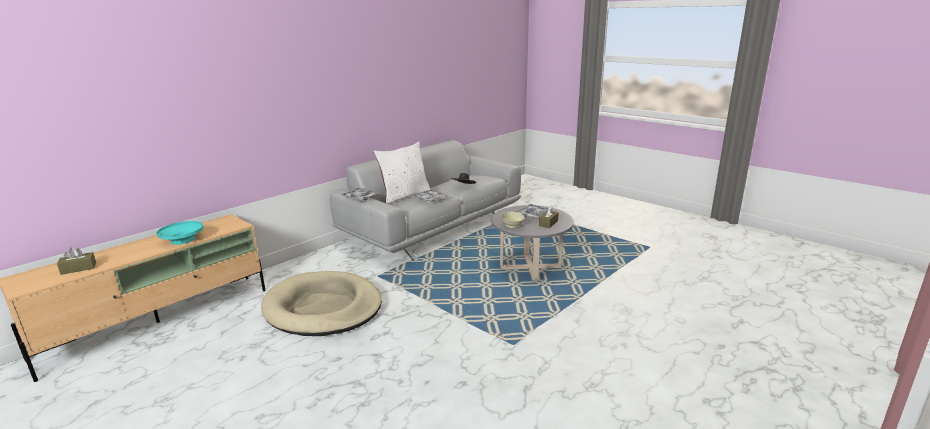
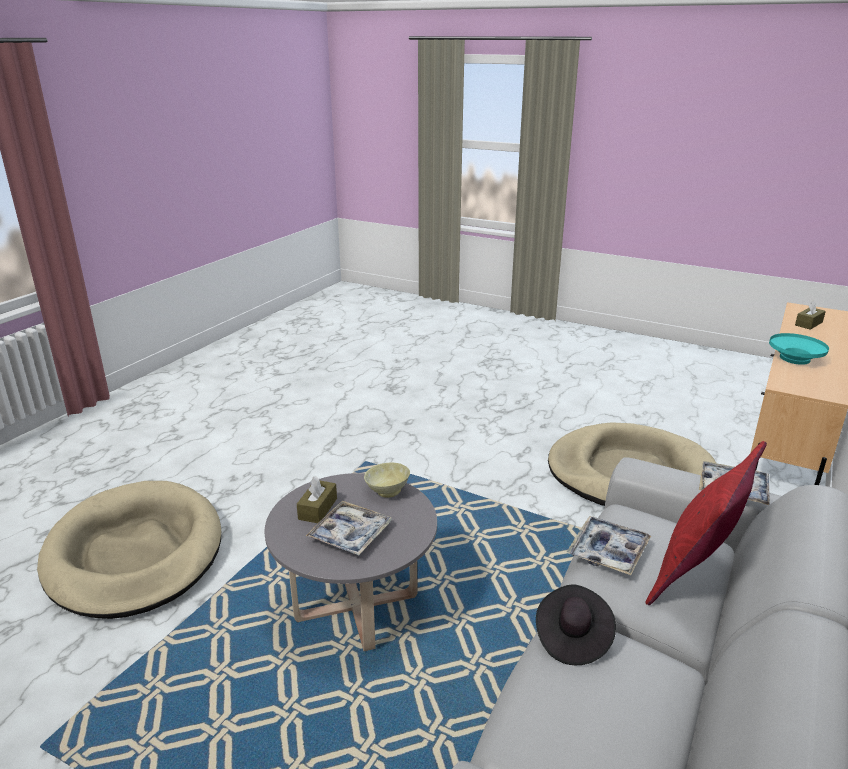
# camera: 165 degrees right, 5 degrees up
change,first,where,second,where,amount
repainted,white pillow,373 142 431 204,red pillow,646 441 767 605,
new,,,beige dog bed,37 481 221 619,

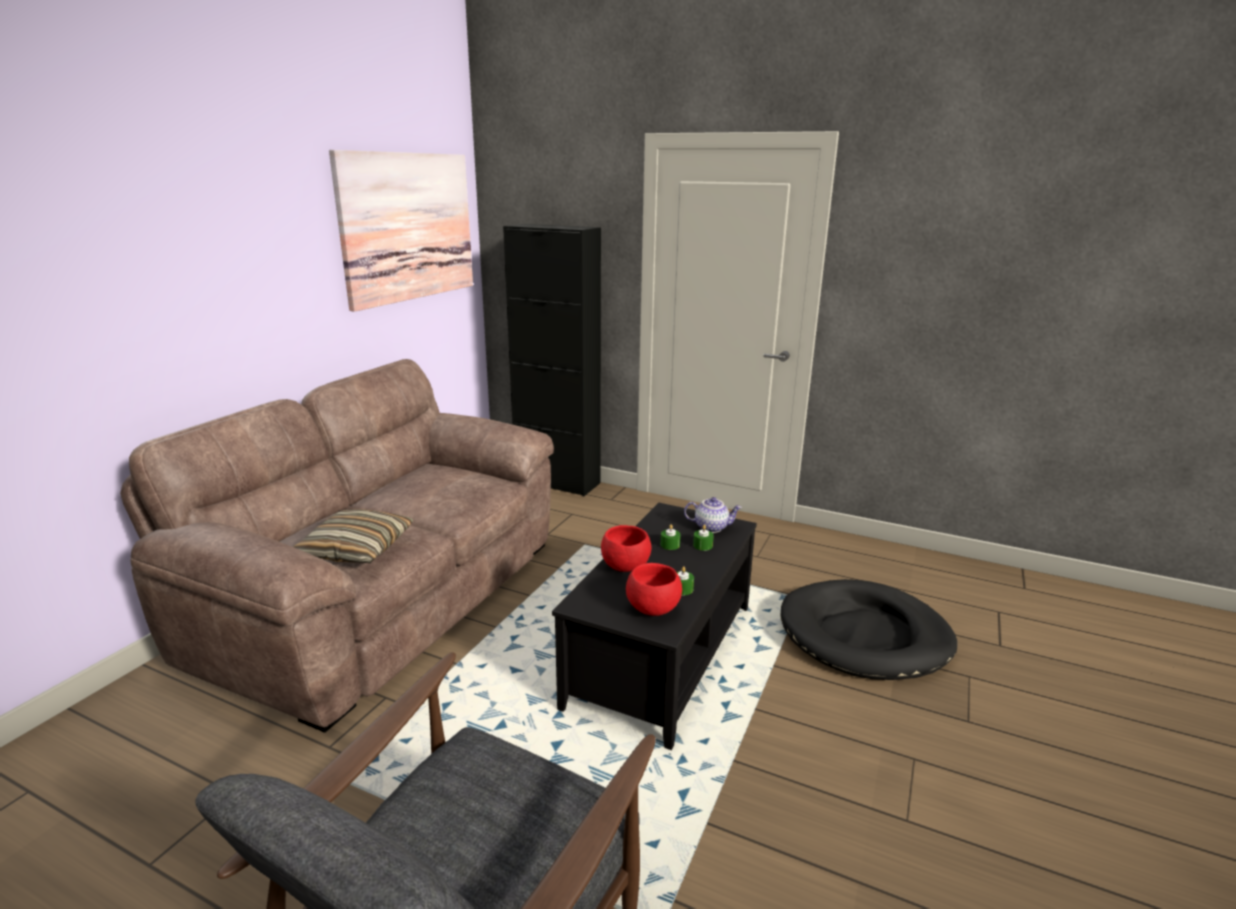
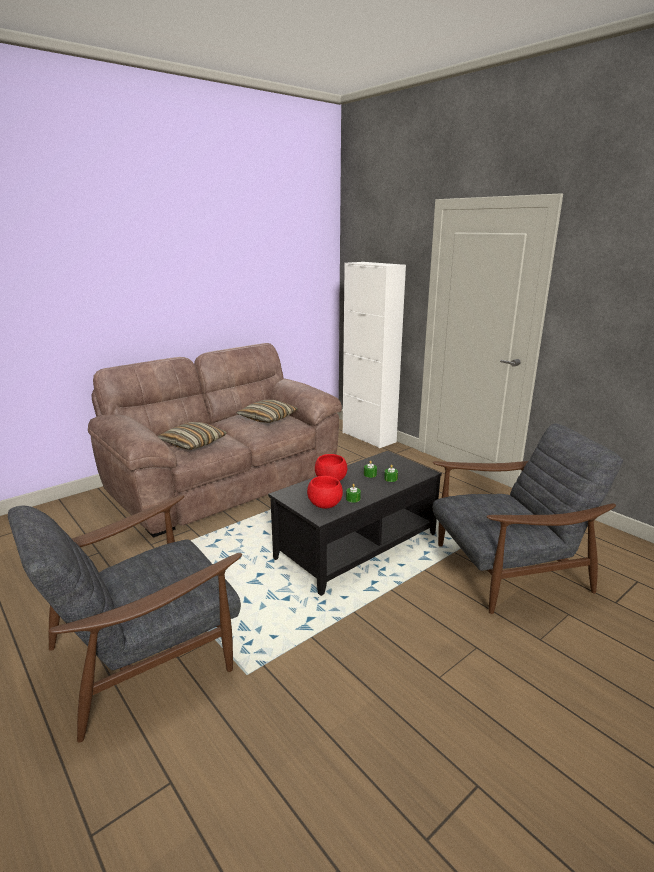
# camera: 25 degrees right, 0 degrees up
change,first,where,second,where,amount
gone,picture,329 150 473 312,,,
repainted,black cabinet,503 224 601 497,white cabinet,343 262 406 448,
gone,teapot,684 497 742 533,,,
swapped,black dog bed,780 579 957 680,grey armchair,433 424 623 614,
new,,,pillow,236 400 298 423,

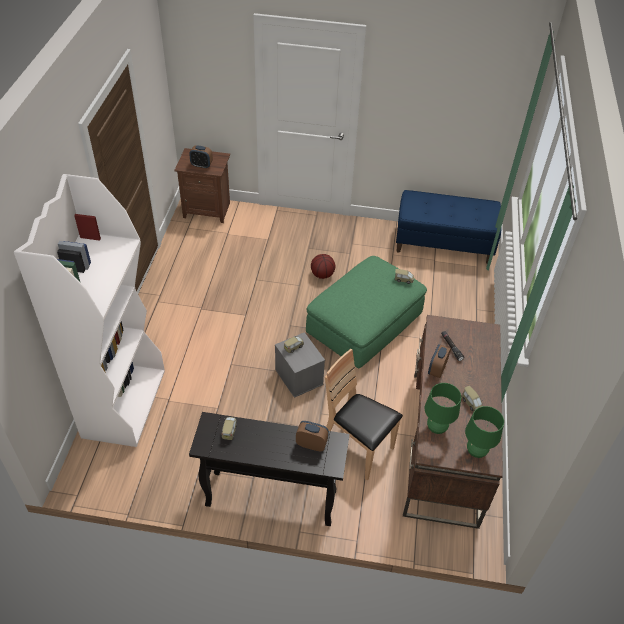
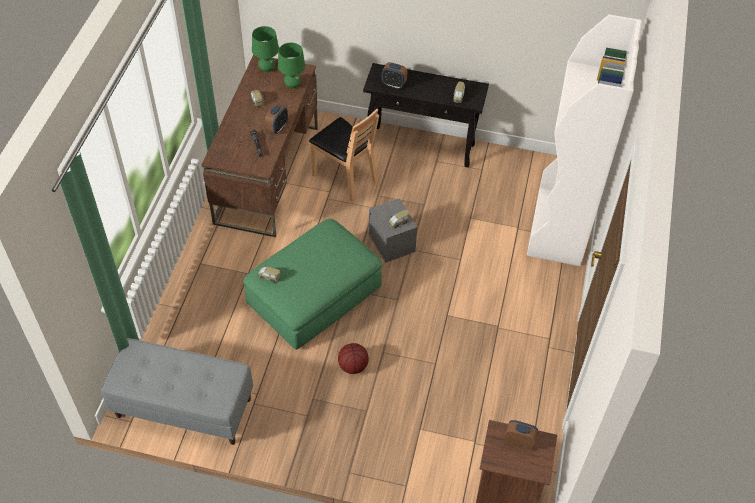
# camera: 175 degrees left, 5 degrees up
change,first,where,second,where,amount
repainted,blue bench,396 190 502 264,grey bench,101 338 253 445,

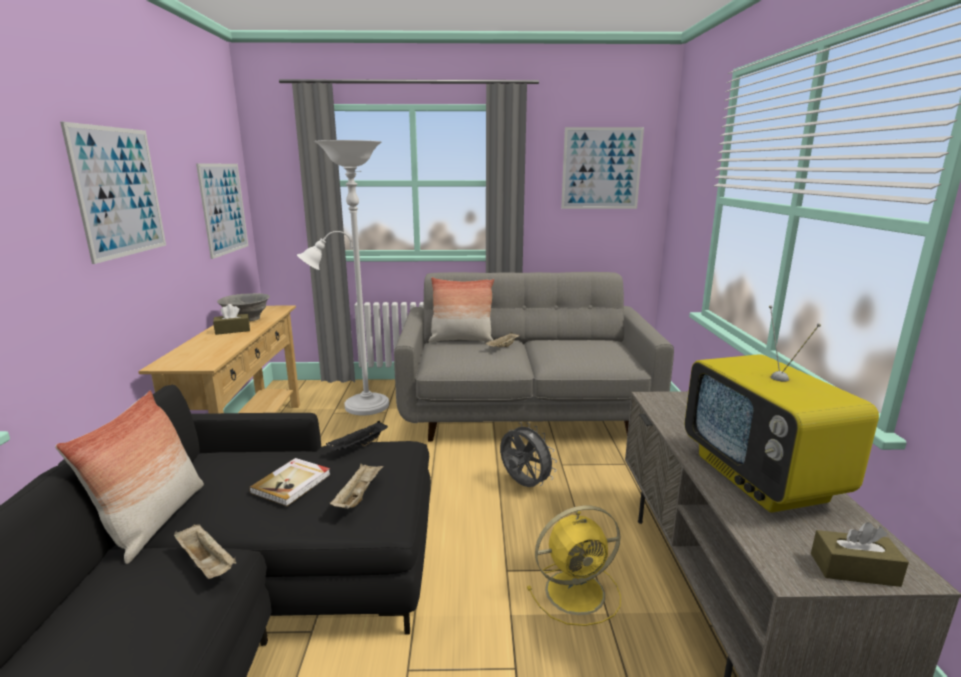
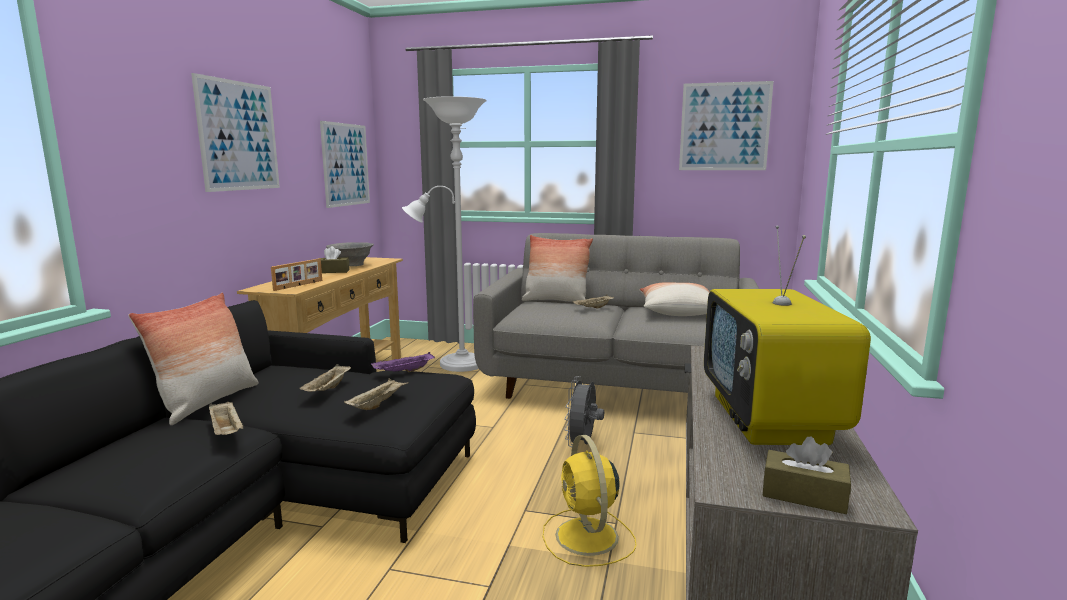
# camera: 15 degrees right, 5 degrees down
change,first,where,second,where,amount
repainted,black tray,326 421 388 451,purple tray,371 352 435 372,
rotated,grey fan,500 422 557 487,,564 376 604 447,135 degrees counterclockwise
swapped,book,249 458 331 506,beige tray,300 364 351 391,
rotated,yellow fan,527 505 621 626,,543 435 637 567,75 degrees clockwise
new,,,picture frame,271 259 322 291,
new,,,pillow,639 282 709 316,

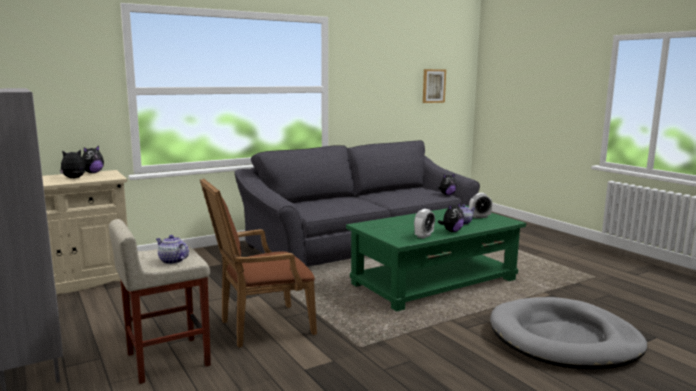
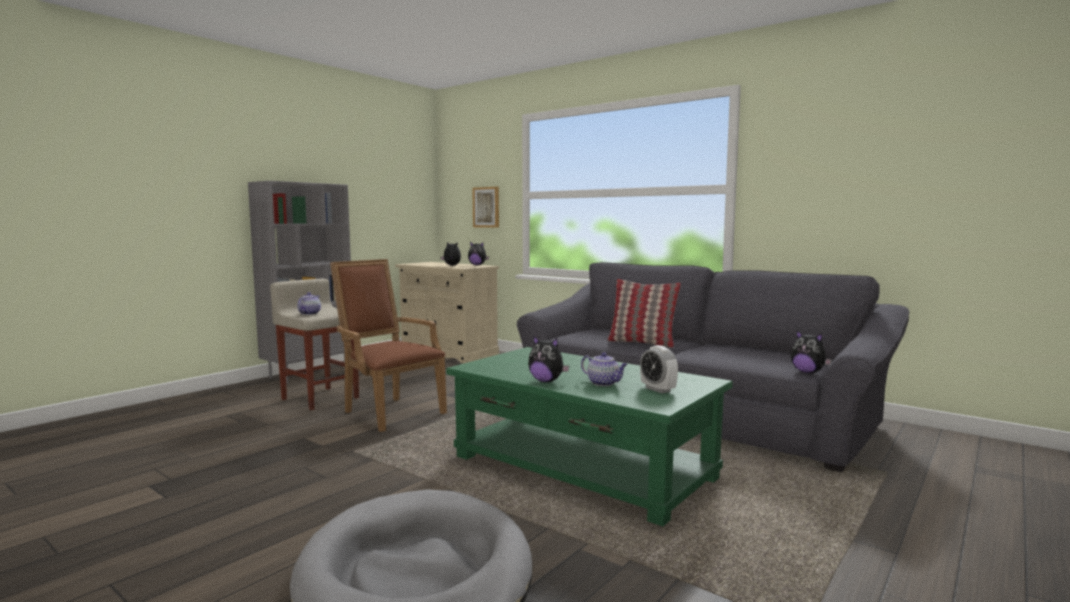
# camera: 70 degrees right, 5 degrees down
change,first,where,second,where,amount
shifted,picture,423 69 446 103,,472 187 499 228,
gone,alarm clock,414 209 435 239,,,
new,,,pillow,607 279 681 348,

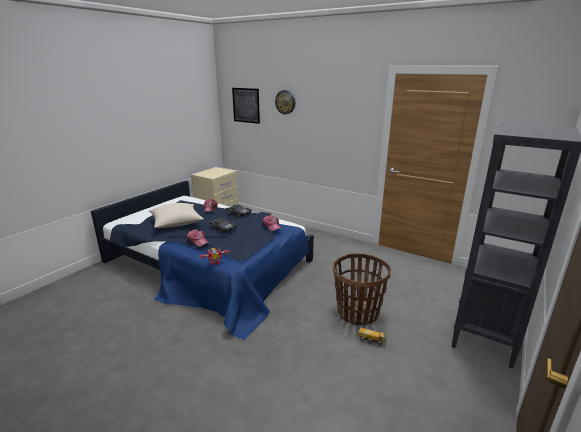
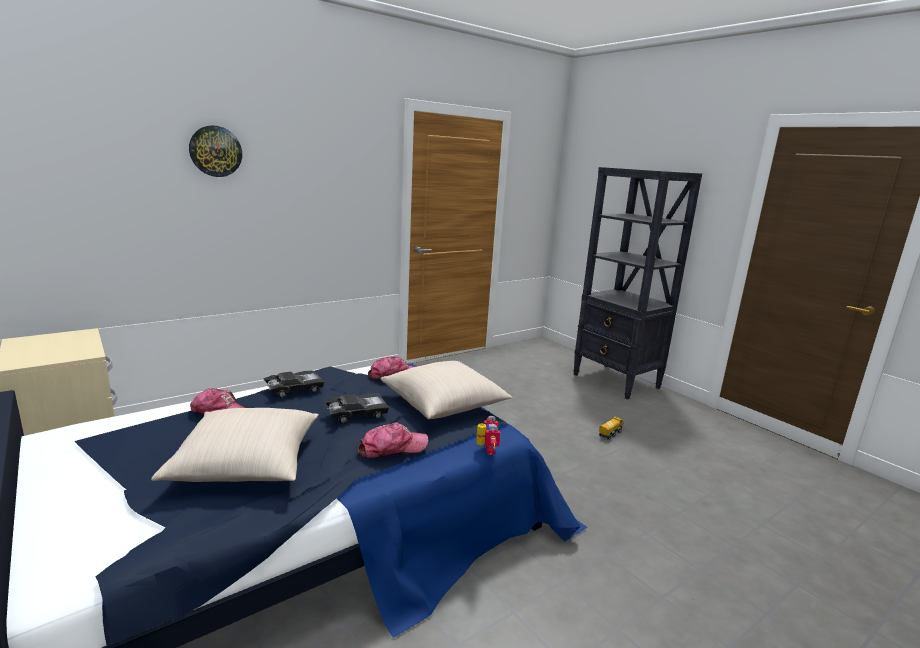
# camera: 70 degrees left, 5 degrees down
change,first,where,second,where,amount
gone,picture,232 88 260 124,,,
gone,basket,333 253 391 325,,,
new,,,beige pillow,381 361 513 420,

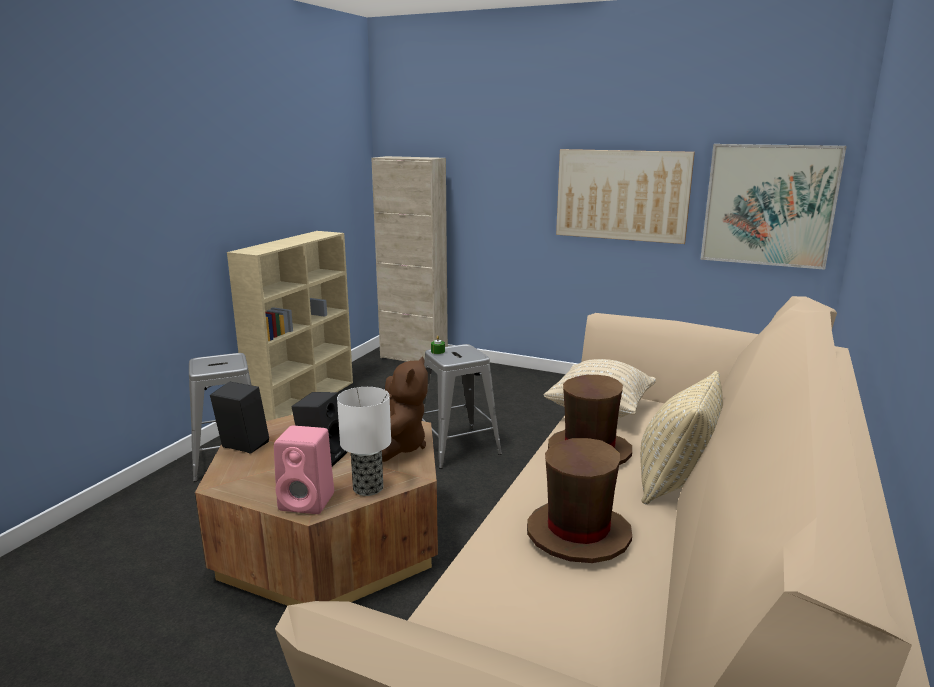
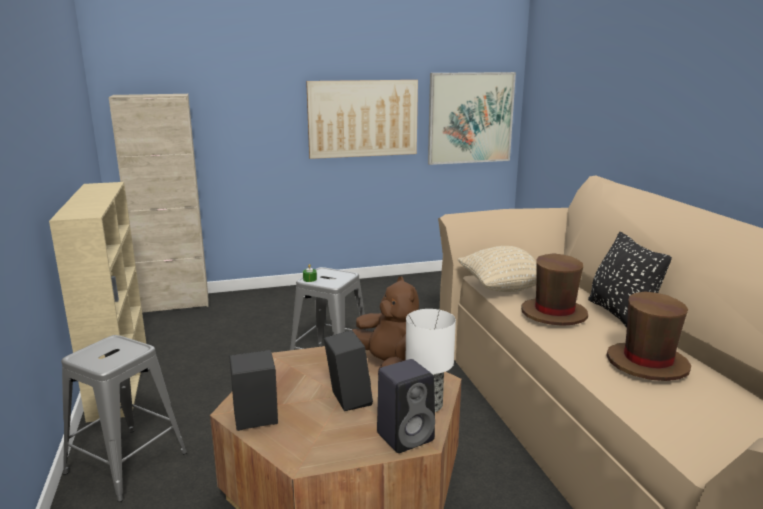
# camera: 40 degrees left, 0 degrees up
change,first,where,second,where,amount
repainted,beige pillow,640 371 723 505,black pillow,588 232 672 328,
repainted,pink speaker,274 426 334 514,black speaker,377 359 435 453,

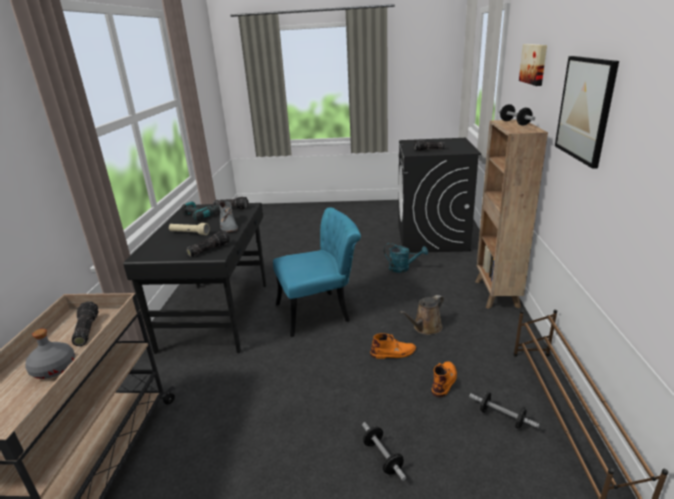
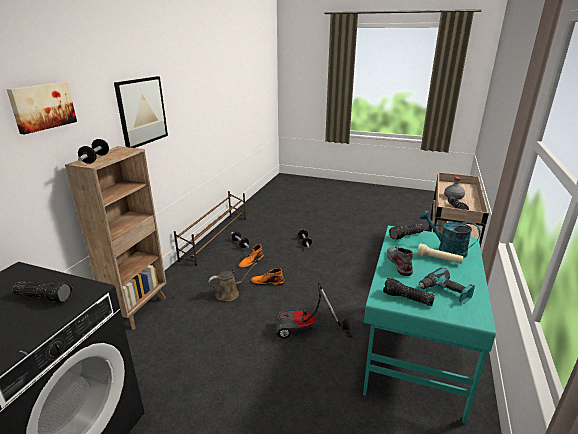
# camera: 165 degrees left, 0 degrees up
change,first,where,second,where,amount
repainted,black desk,123 203 267 354,turquoise desk,363 225 496 424,
swapped,turquoise chair,273 207 361 337,vacuum cleaner,276 283 353 339,
shifted,turquoise watering can,384 243 428 273,,420 210 480 258,

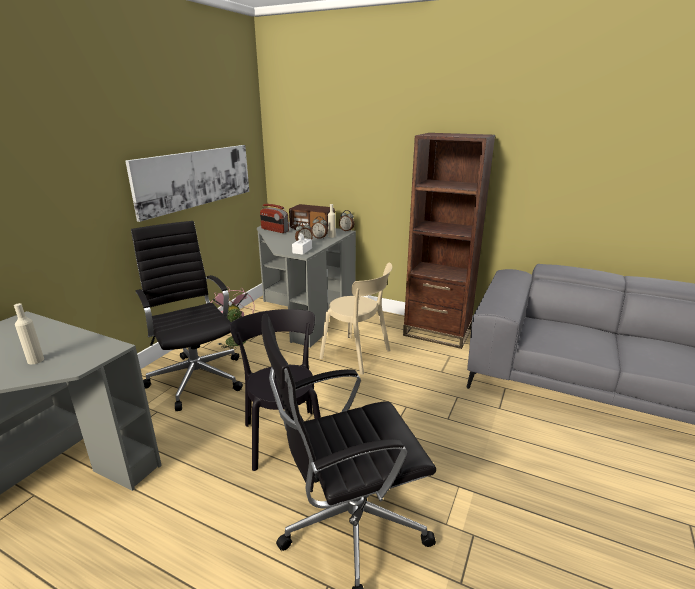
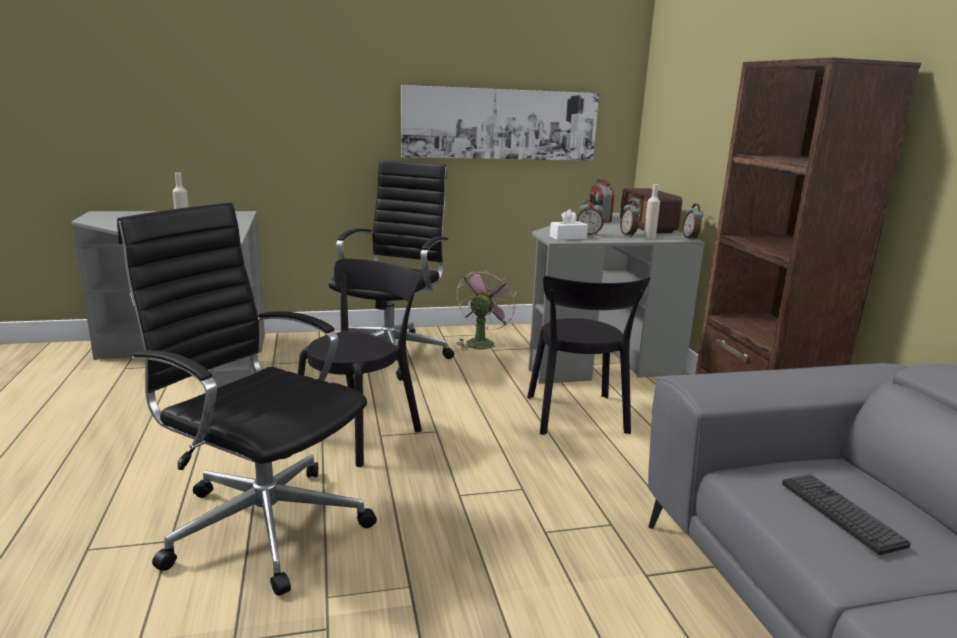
# camera: 50 degrees right, 5 degrees down
change,first,where,second,where,amount
repainted,beige chair,320 263 392 375,black chair,527 276 650 435,
new,,,keyboard,782 474 911 555,

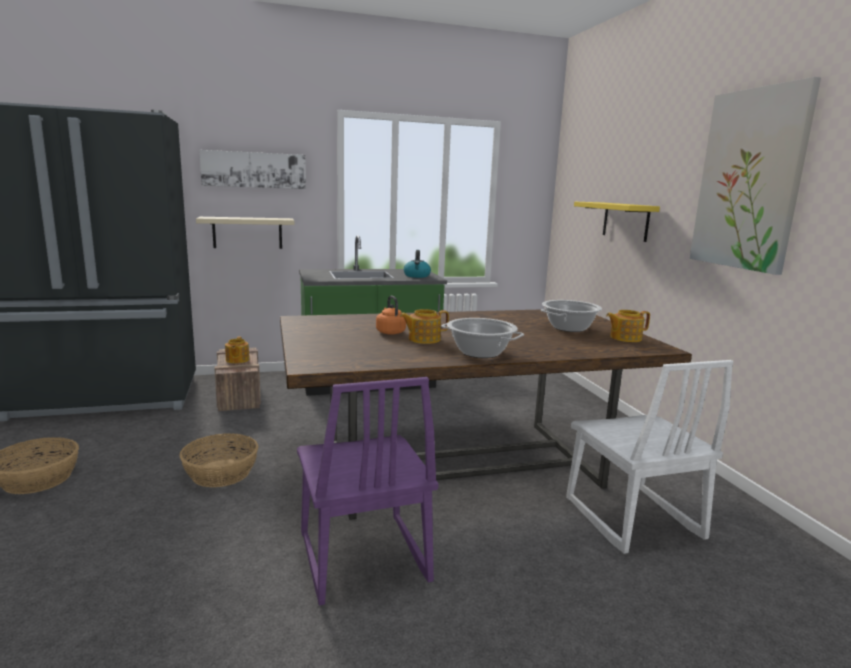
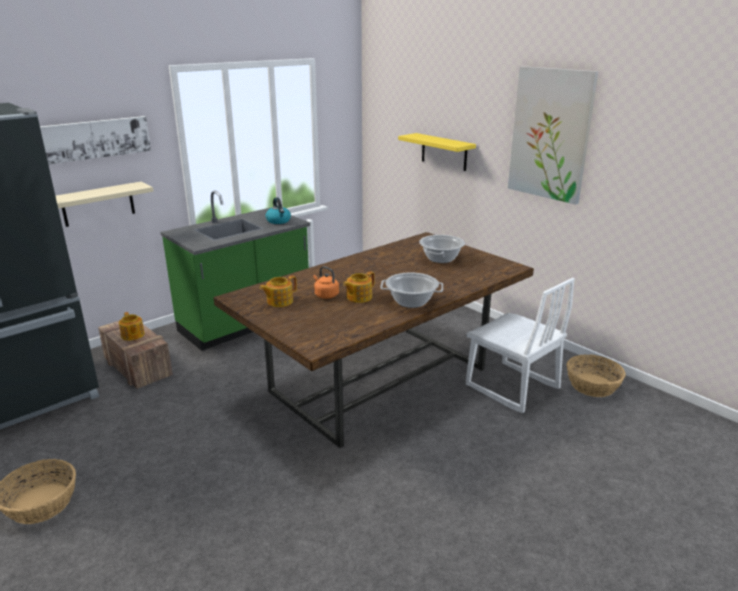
# camera: 25 degrees left, 10 degrees up
change,first,where,second,where,amount
shifted,teapot,606 310 650 342,,260 276 297 307,
gone,purple chair,297 377 439 606,,,
shifted,basket,179 433 258 487,,567 355 626 397,

